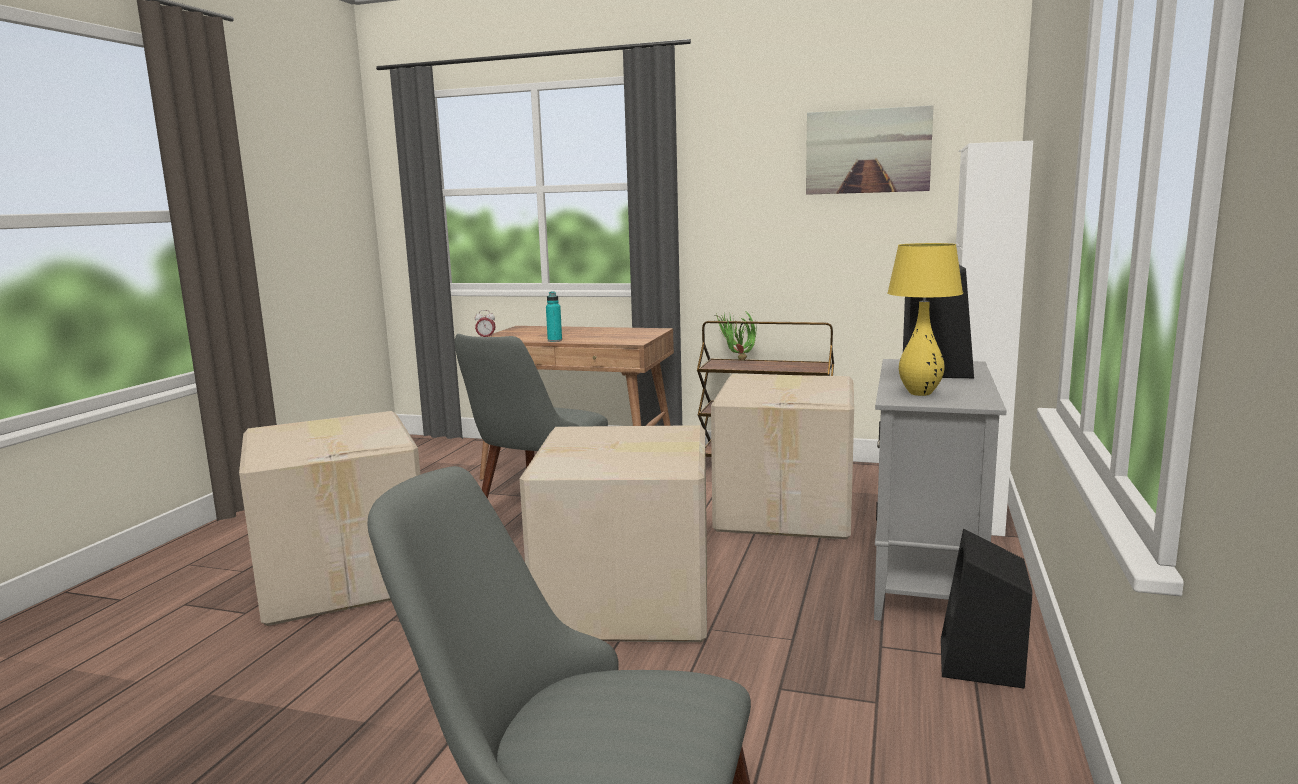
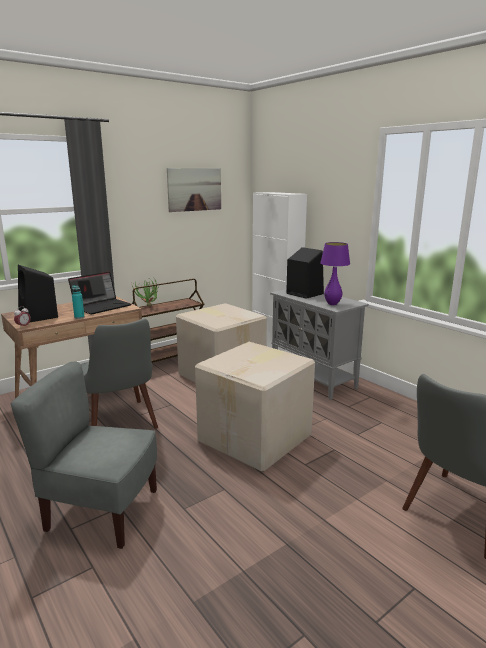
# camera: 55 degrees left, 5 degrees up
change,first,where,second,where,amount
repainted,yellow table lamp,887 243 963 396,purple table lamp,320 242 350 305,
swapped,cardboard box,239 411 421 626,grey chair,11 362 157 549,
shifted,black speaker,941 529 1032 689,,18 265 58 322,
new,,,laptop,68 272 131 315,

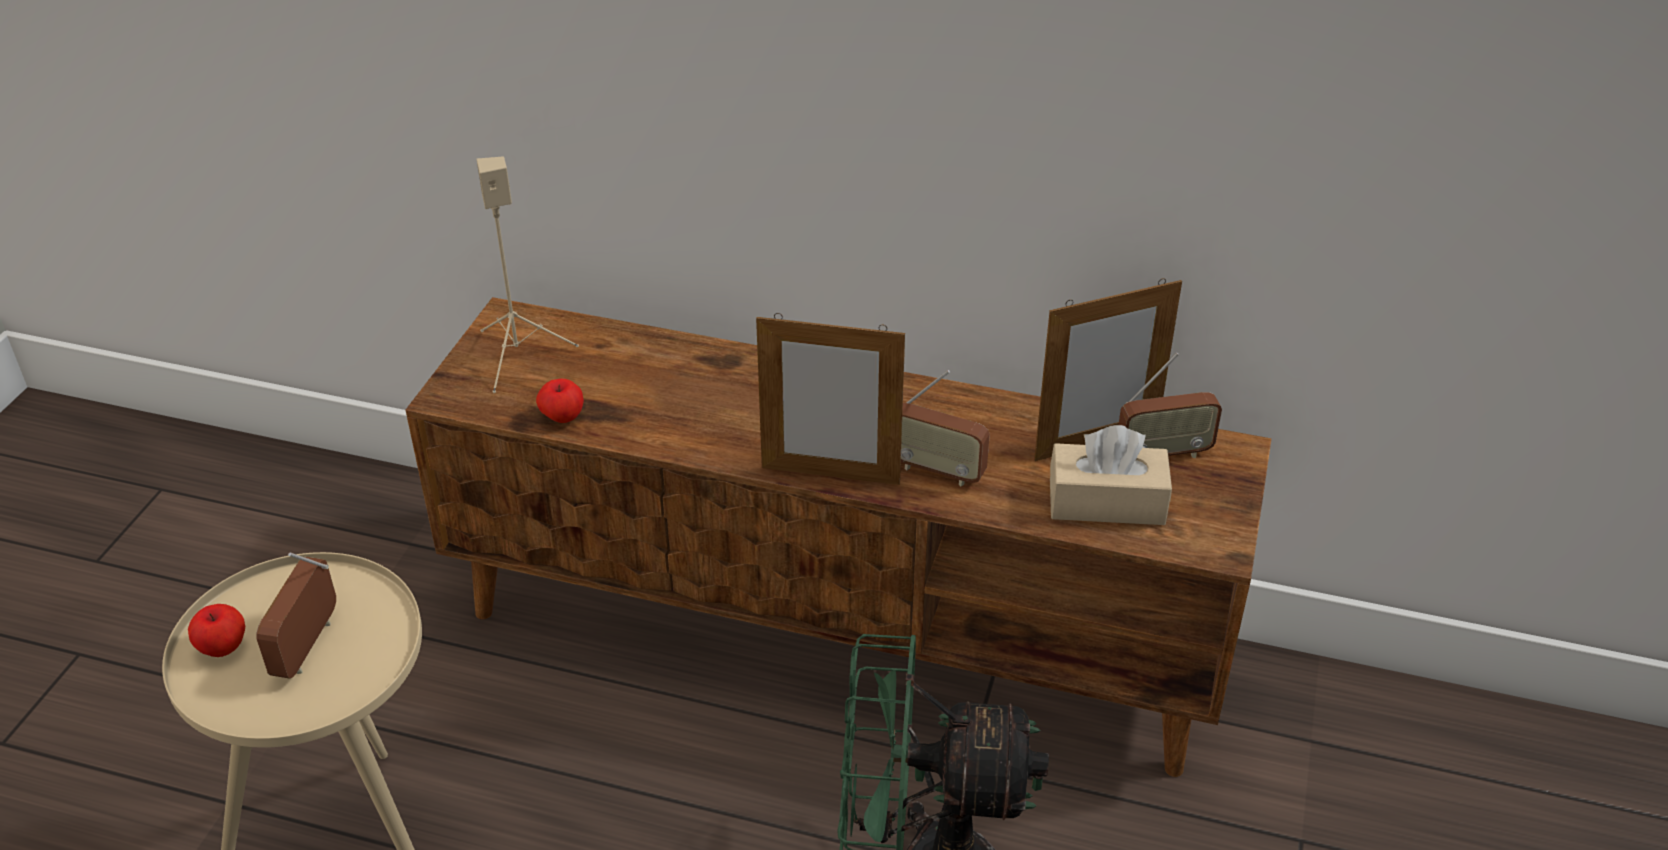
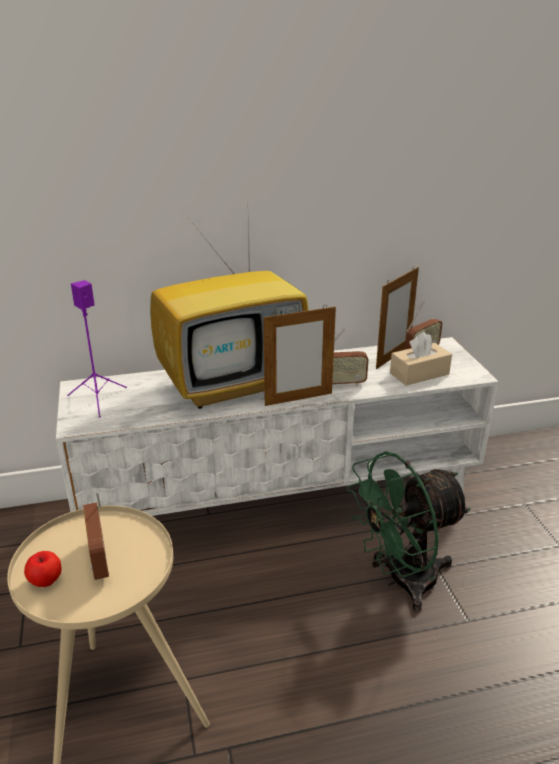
# camera: 30 degrees left, 10 degrees down
change,first,where,second,where,amount
repainted,beige speaker,476 156 579 393,purple speaker,67 280 127 418,
repainted,brown tv stand,405 297 1272 777,white tv stand,56 337 499 516,
gone,apple,536 379 584 423,,,
new,,,television,150 218 308 409,

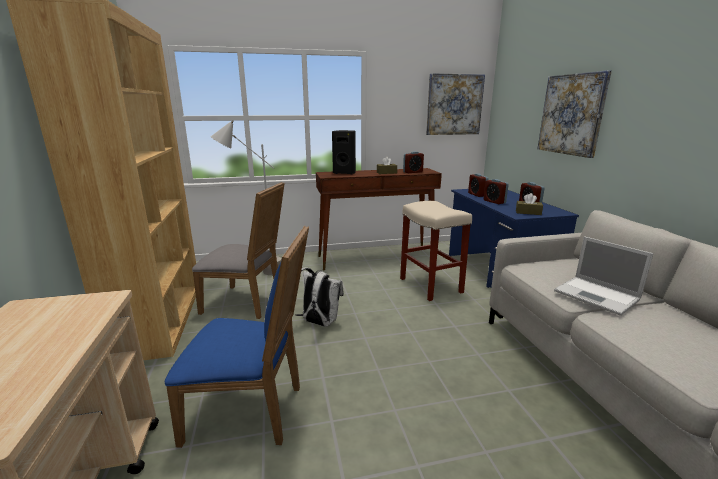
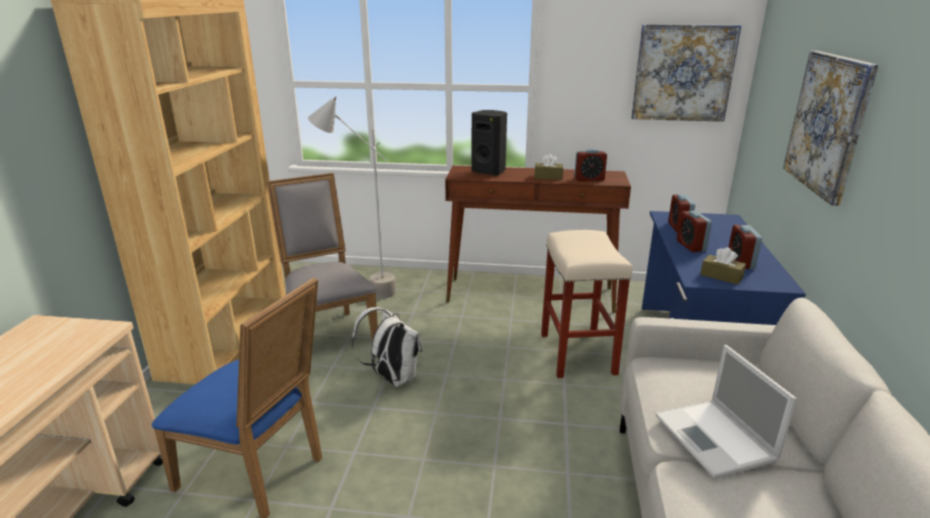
# camera: 20 degrees right, 5 degrees up
change,first,where,second,where,amount
rotated,grey chair,192 182 285 319,,267 173 378 341,150 degrees counterclockwise

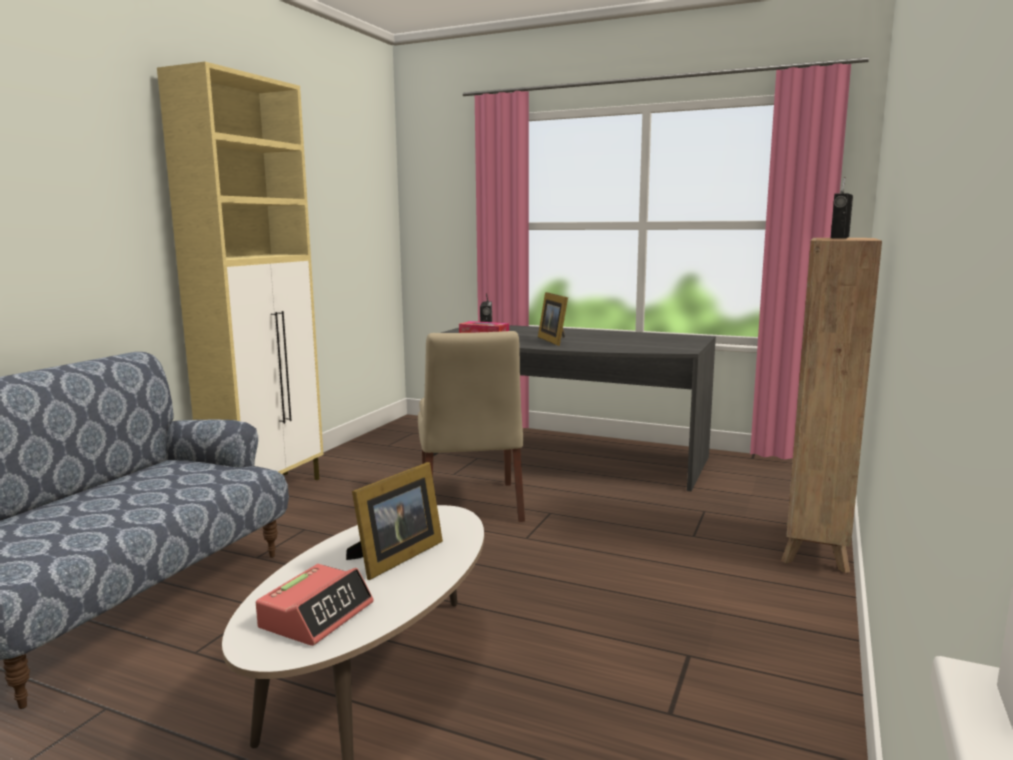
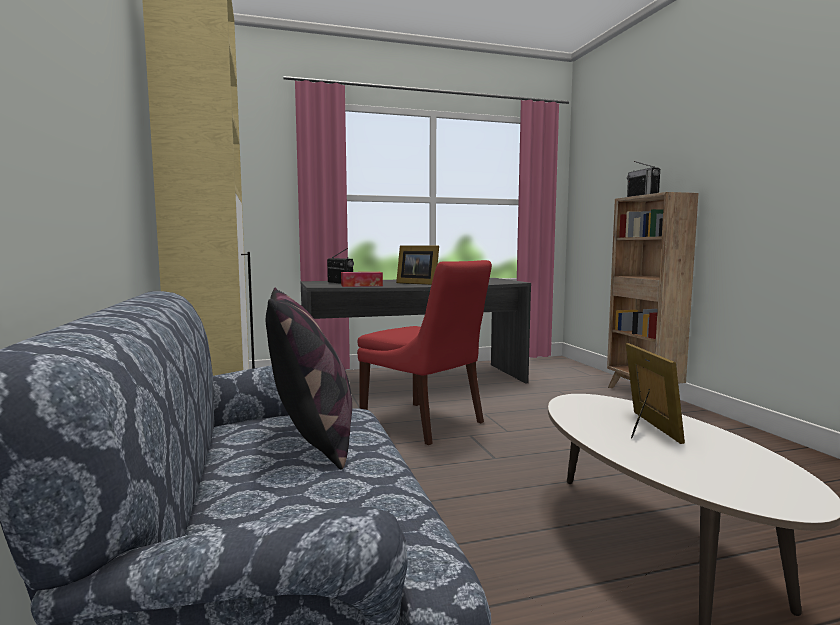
# camera: 40 degrees left, 5 degrees down
change,first,where,second,where,amount
repainted,beige chair,418 331 525 522,red chair,357 260 492 445,
gone,alarm clock,256 564 374 646,,,
new,,,pillow,266 288 352 469,

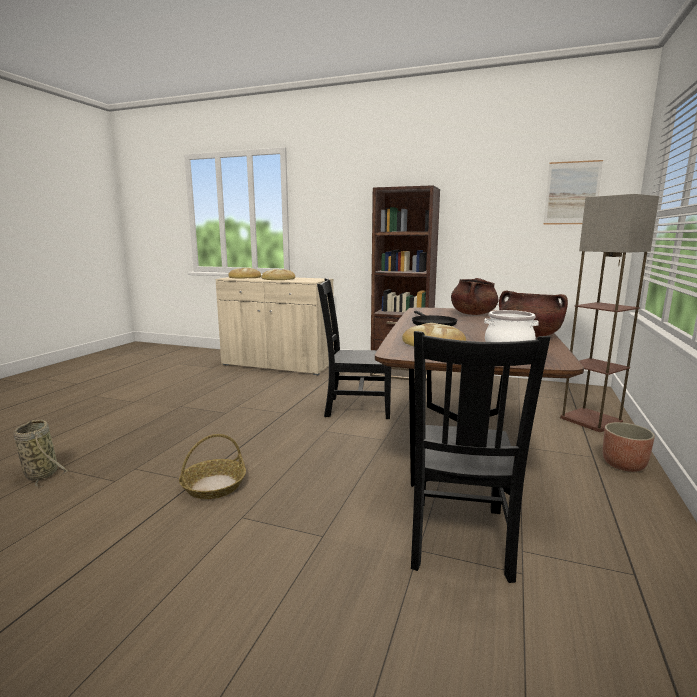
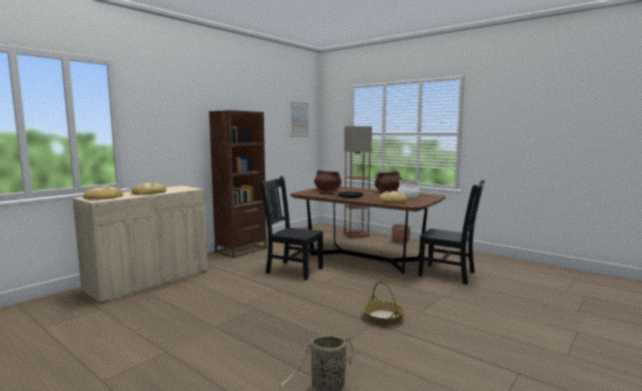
# camera: 70 degrees left, 5 degrees down
change,first,where,second,where,amount
rotated,black chair,317 278 391 419,,260 176 323 280,90 degrees clockwise

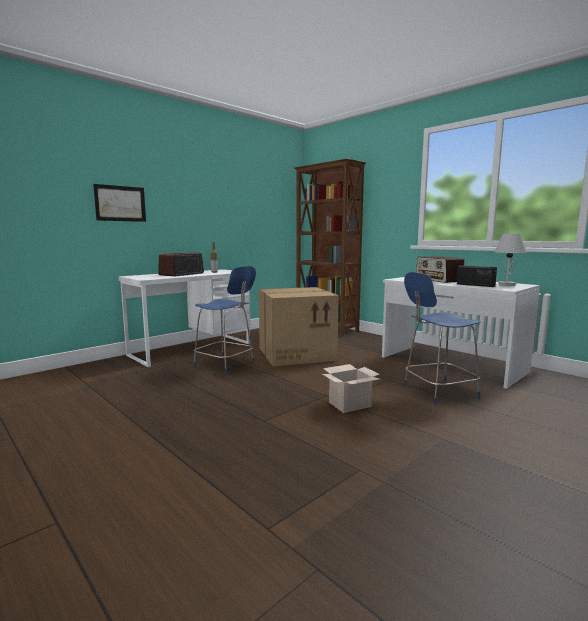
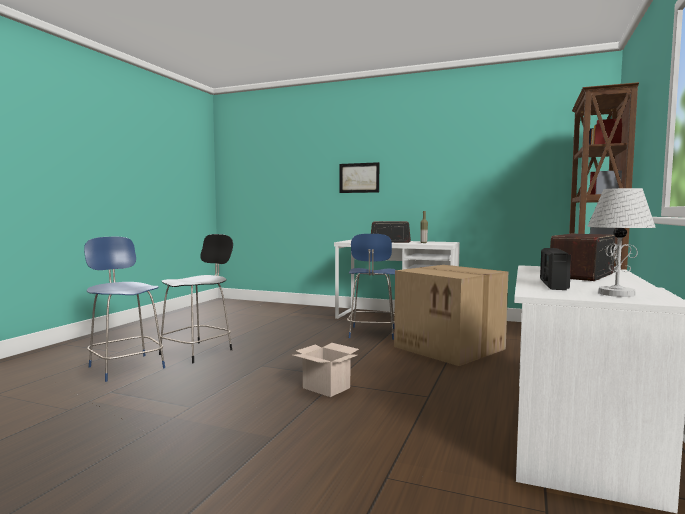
# camera: 65 degrees right, 5 degrees down
change,first,where,second,where,amount
shifted,blue chair,404 272 481 405,,84 237 165 382,
new,,,black chair,159 234 233 363,

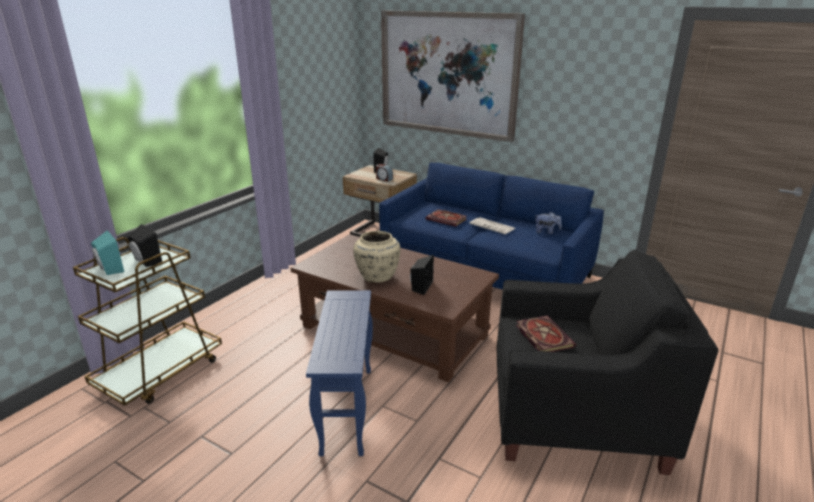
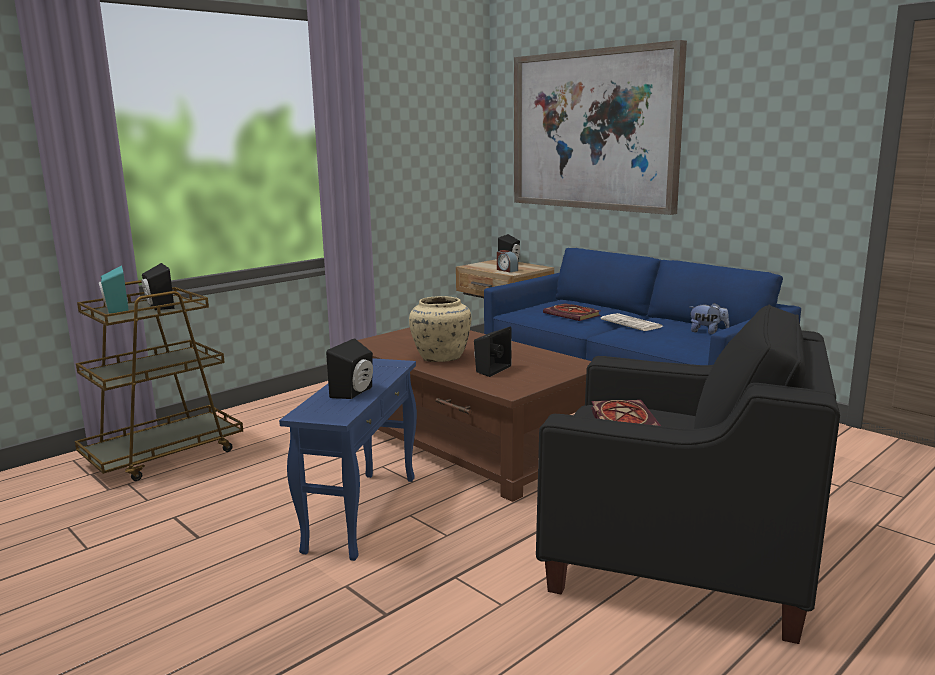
# camera: 15 degrees right, 10 degrees down
change,first,where,second,where,amount
new,,,black speaker,326 338 373 399,

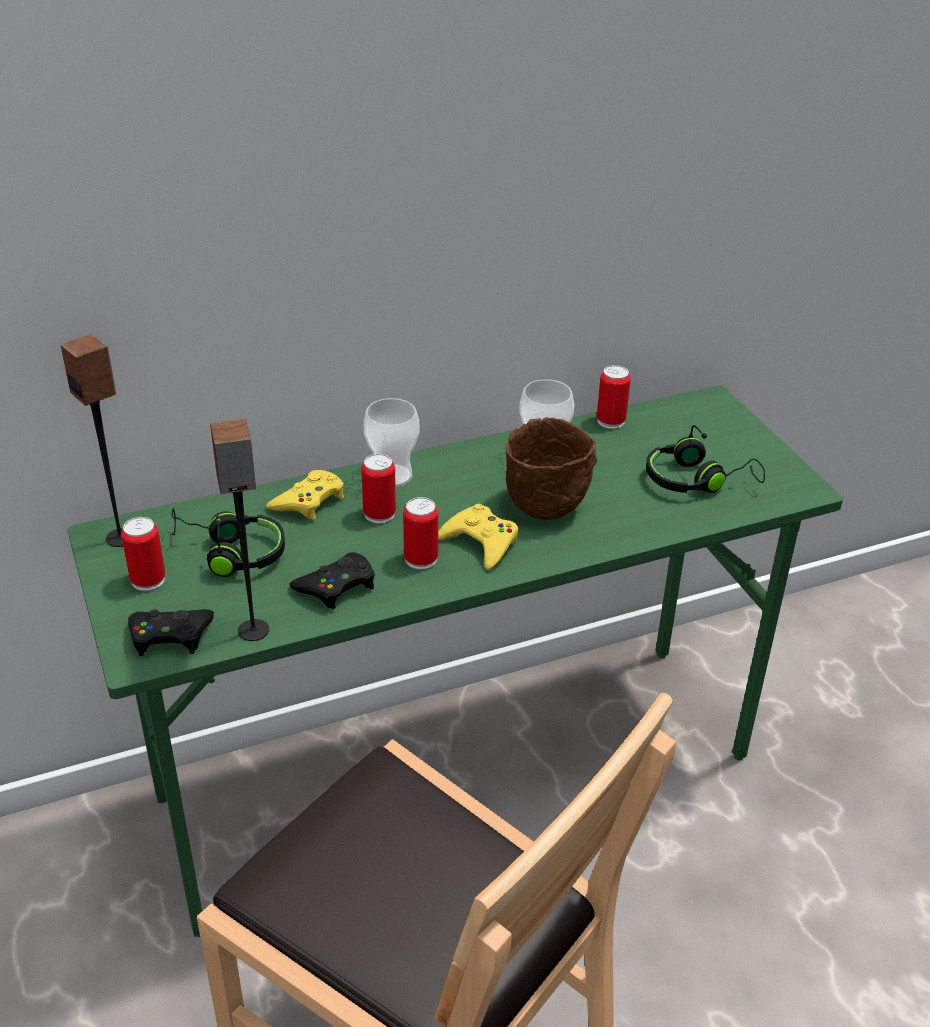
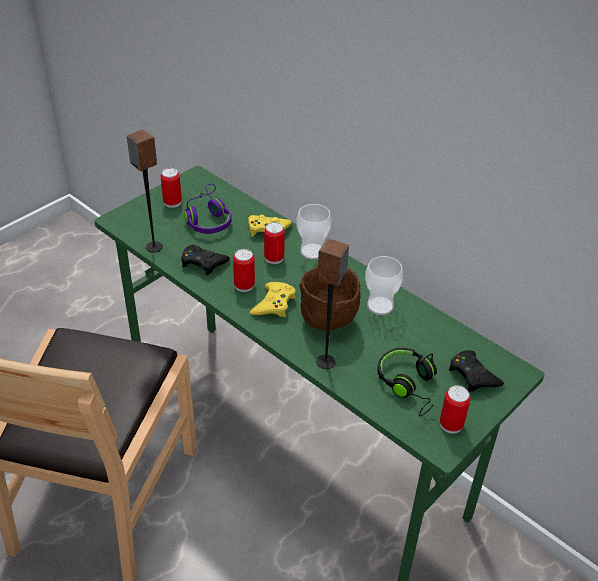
# camera: 65 degrees right, 5 degrees up
change,first,where,second,where,amount
shifted,speaker,61 334 123 547,,316 238 349 369,
shifted,can,597 365 631 429,,440 385 470 434,
repainted,black headphones,171 508 285 577,purple headphones,184 183 232 234,
shifted,black game controller,128 609 214 656,,449 350 504 392,

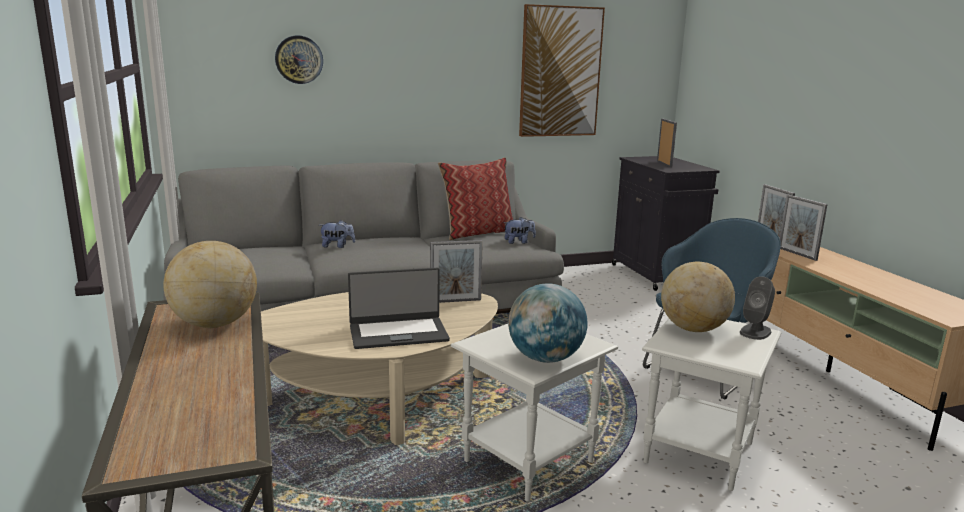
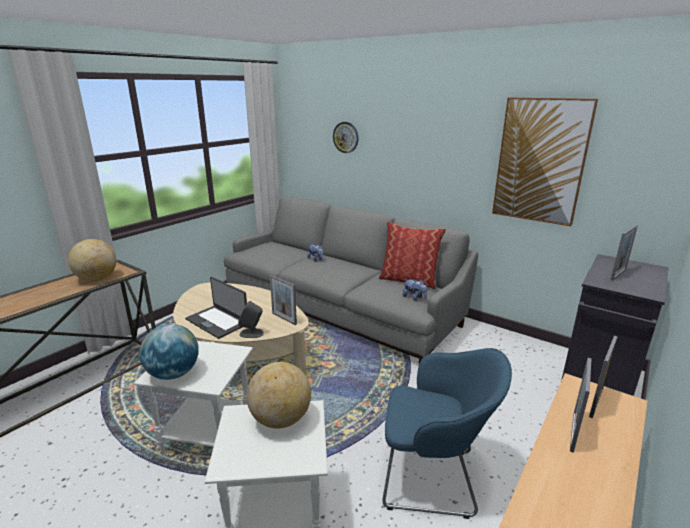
# camera: 55 degrees right, 5 degrees up
change,first,where,second,where,amount
shifted,grey speaker,740 276 775 340,,238 301 264 338,

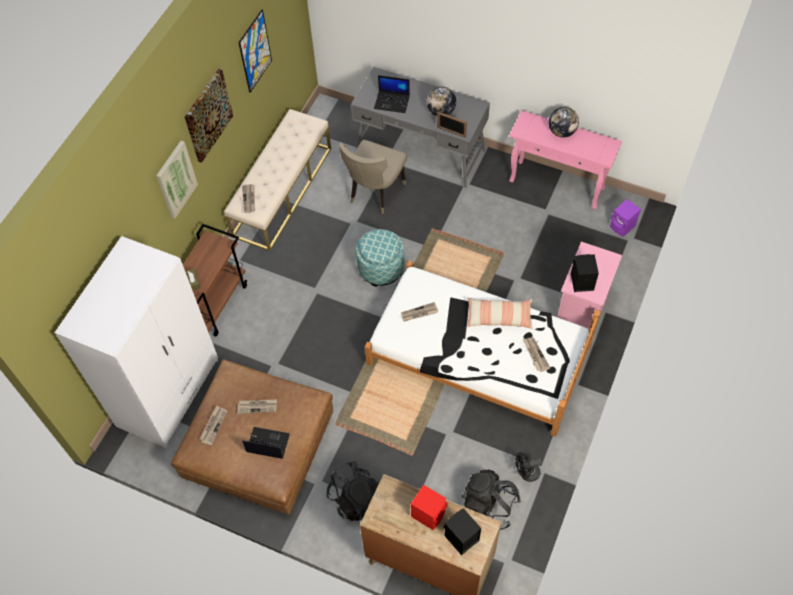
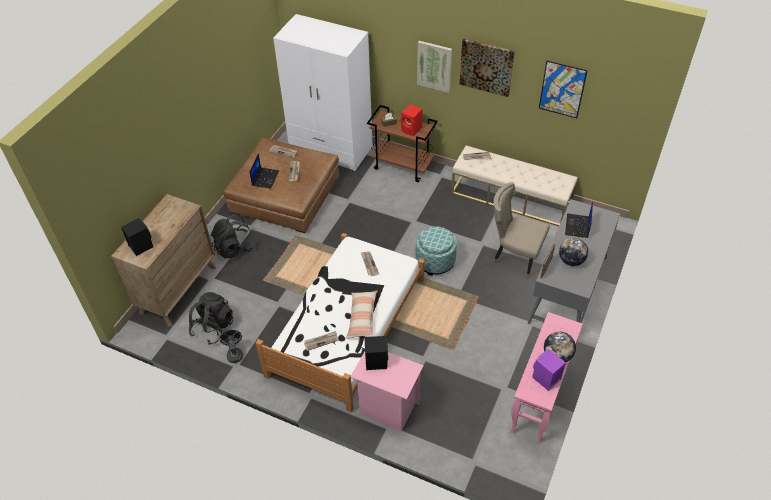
# camera: 90 degrees right, 10 degrees down
change,first,where,second,where,amount
shifted,purple speaker,610 199 641 237,,532 349 566 391,
shifted,red speaker,411 485 447 530,,401 104 423 136,

